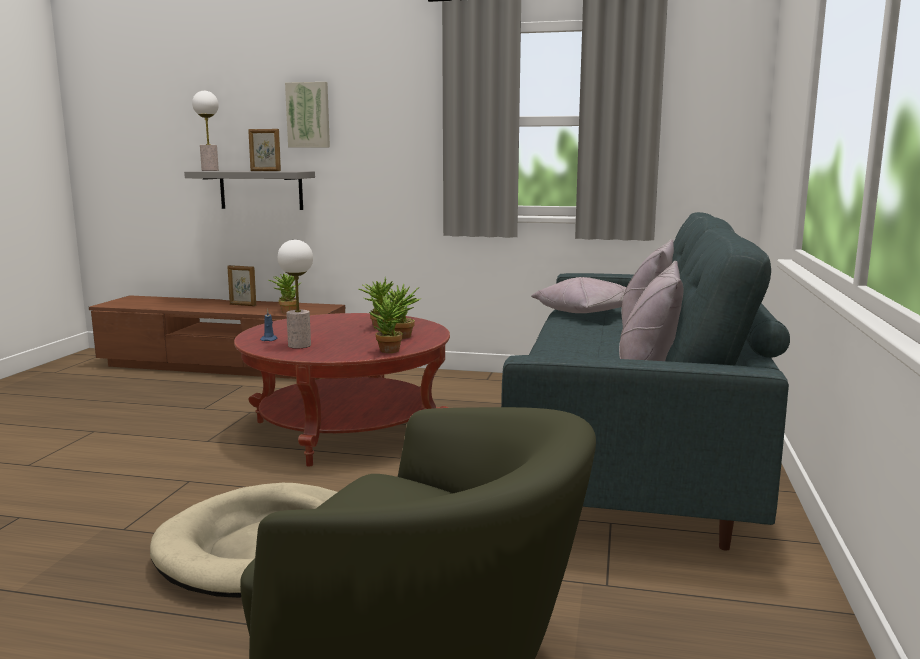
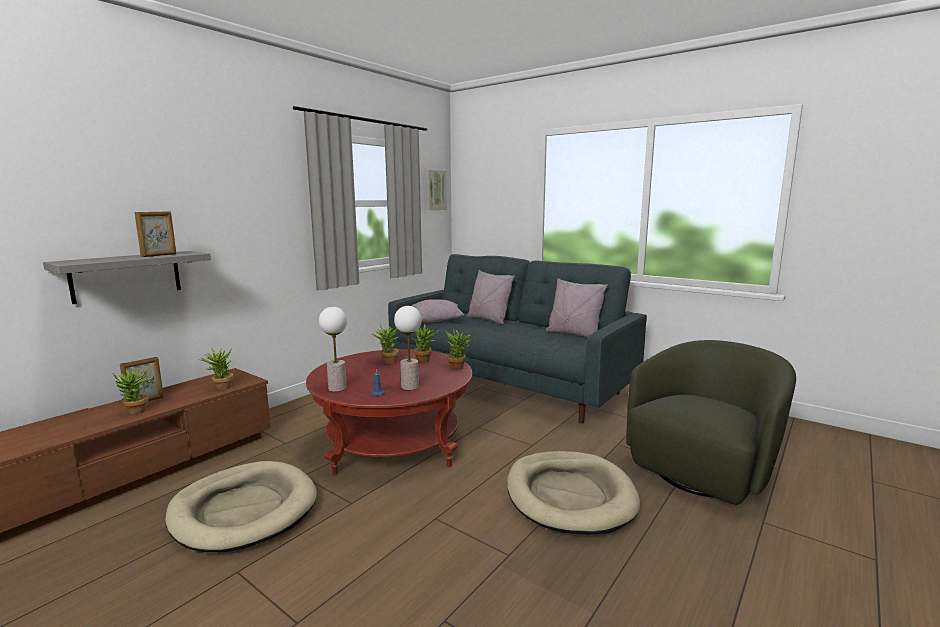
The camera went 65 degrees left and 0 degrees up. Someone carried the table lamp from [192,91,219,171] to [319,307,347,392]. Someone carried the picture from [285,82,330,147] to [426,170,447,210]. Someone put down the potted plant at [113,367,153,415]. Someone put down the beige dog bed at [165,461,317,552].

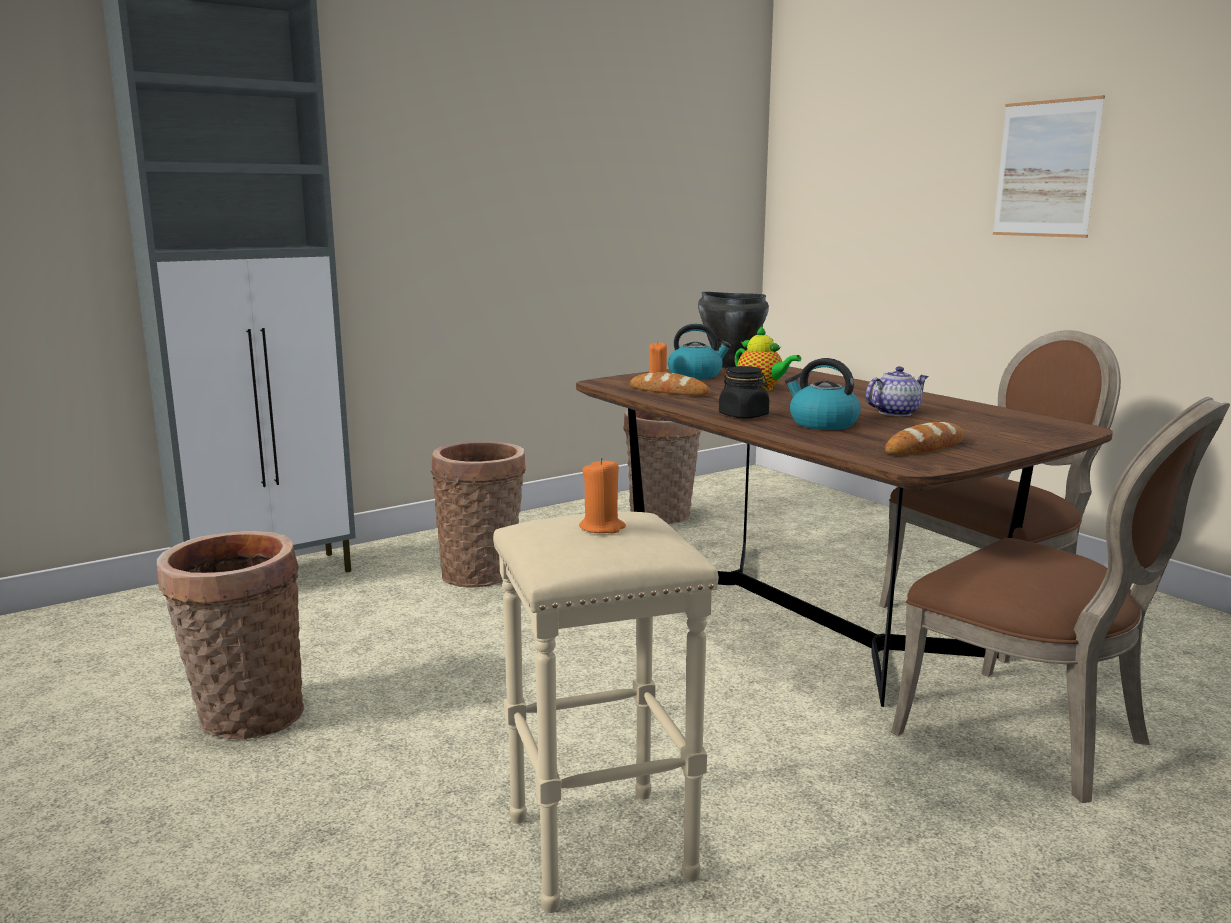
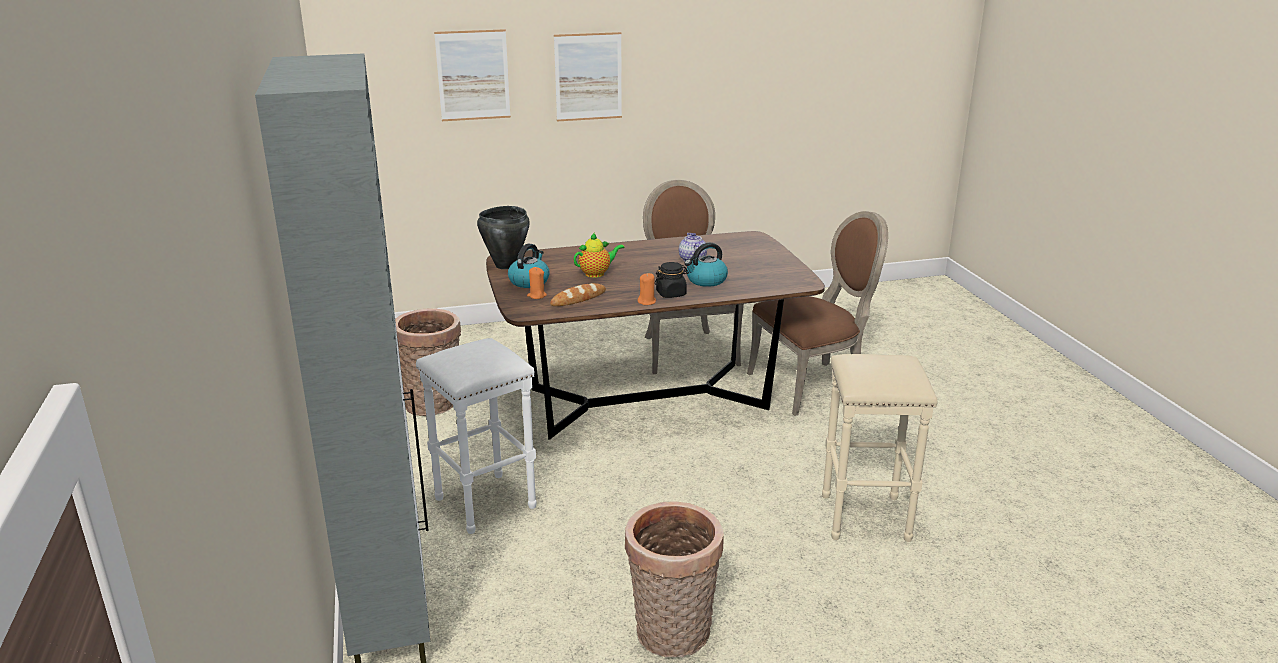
The camera went 70 degrees left and 10 degrees up. Someone swapped the basket at [431,441,526,587] for the white stool at [416,338,537,534]. Someone carried the orange candle from [579,458,626,533] to [637,273,656,305]. Someone took away the bread at [885,422,965,455]. Someone put up the picture at [434,29,511,121].

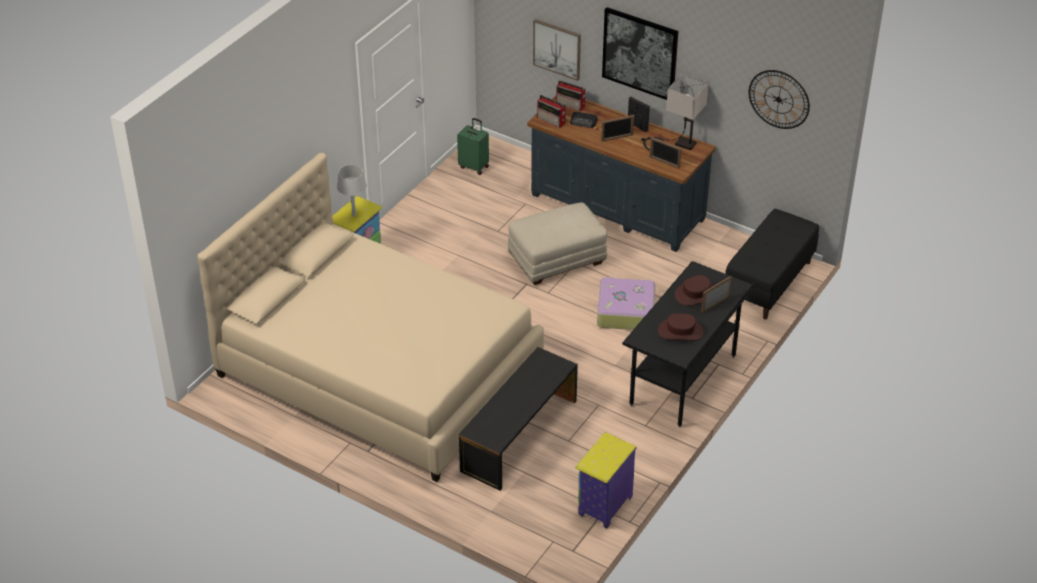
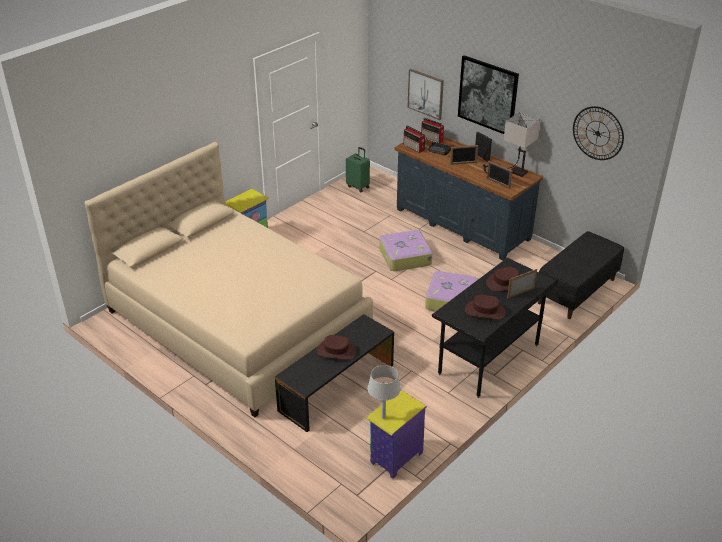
The camera went 10 degrees right and 5 degrees down. Someone carried the grey table lamp from [337,165,367,216] to [368,365,401,419]. Someone swapped the beige ottoman at [508,202,607,285] for the suitcase at [379,230,433,271]. Someone put down the brown hat at [317,335,357,360].

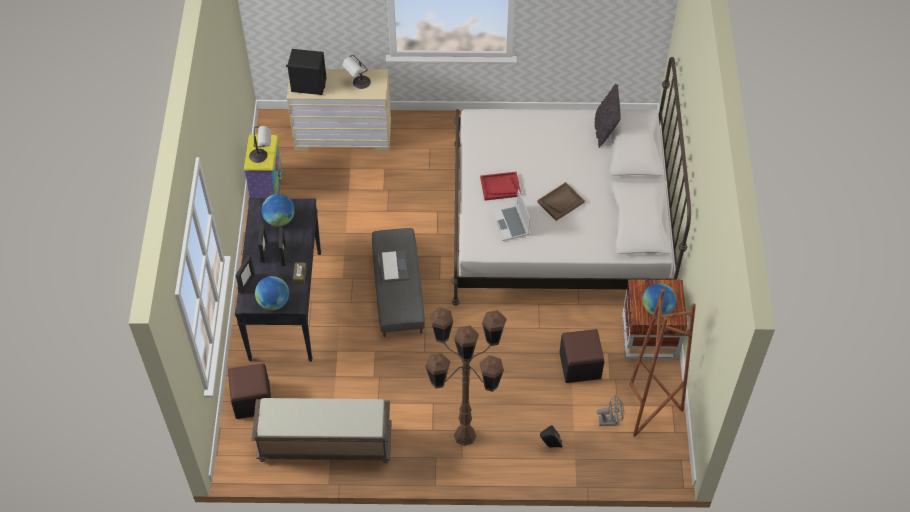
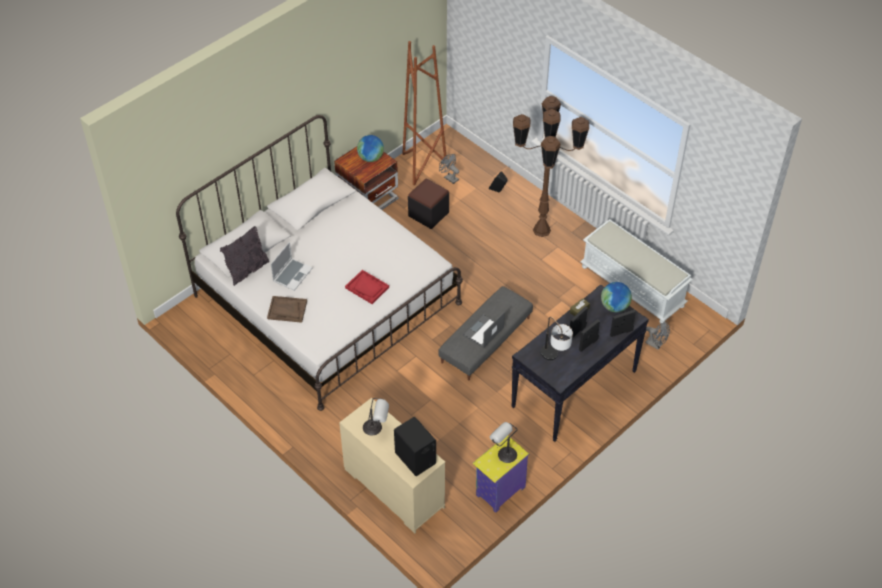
The camera went 135 degrees left and 5 degrees down. Someone swapped the black ottoman at [228,363,271,419] for the grey fan at [645,322,670,350]. Someone repainted the brown bench at [252,398,392,463], which became the white bench at [580,219,693,324]. Someone swapped the globe at [262,194,295,227] for the table lamp at [541,317,573,360]. Someone carried the laptop from [491,189,530,241] to [271,242,313,291]. Someone carried the brown tray from [537,182,585,221] to [267,296,307,323].

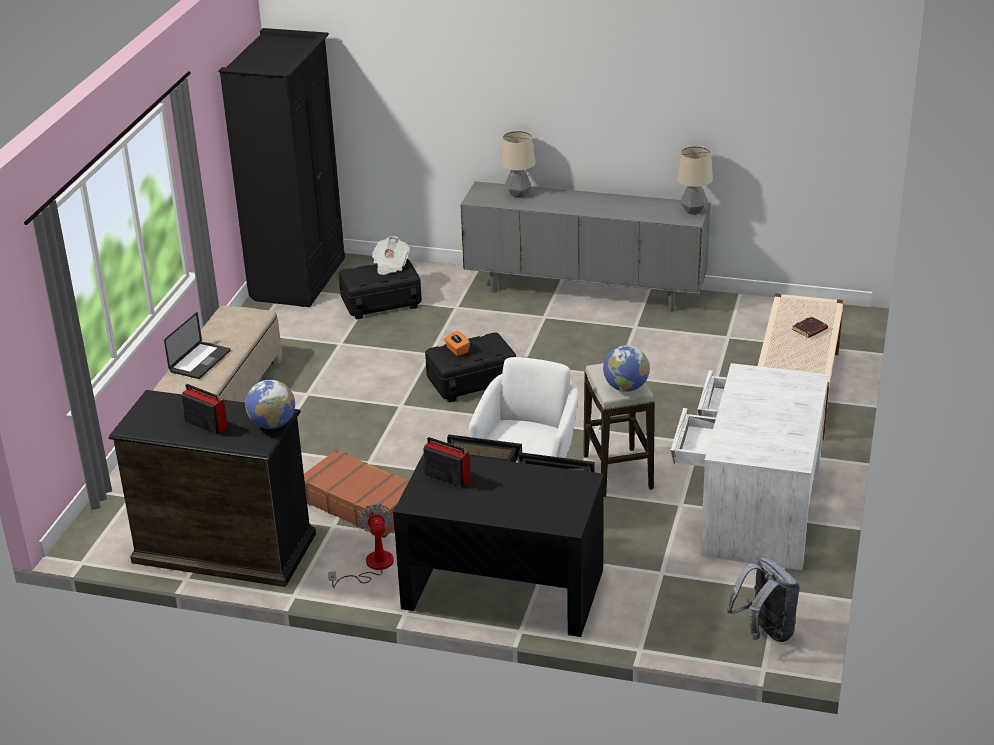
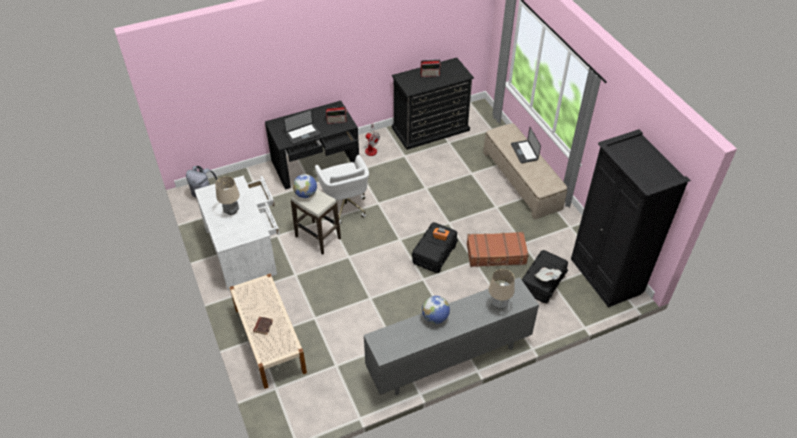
The camera went 140 degrees right and 15 degrees up. Someone carried the globe from [245,380,295,429] to [422,296,450,324]. Someone carried the brown suitcase from [304,449,409,538] to [467,232,529,267]. Someone carried the table lamp from [677,146,713,215] to [215,176,240,215]. Someone put down the laptop at [283,109,321,144].

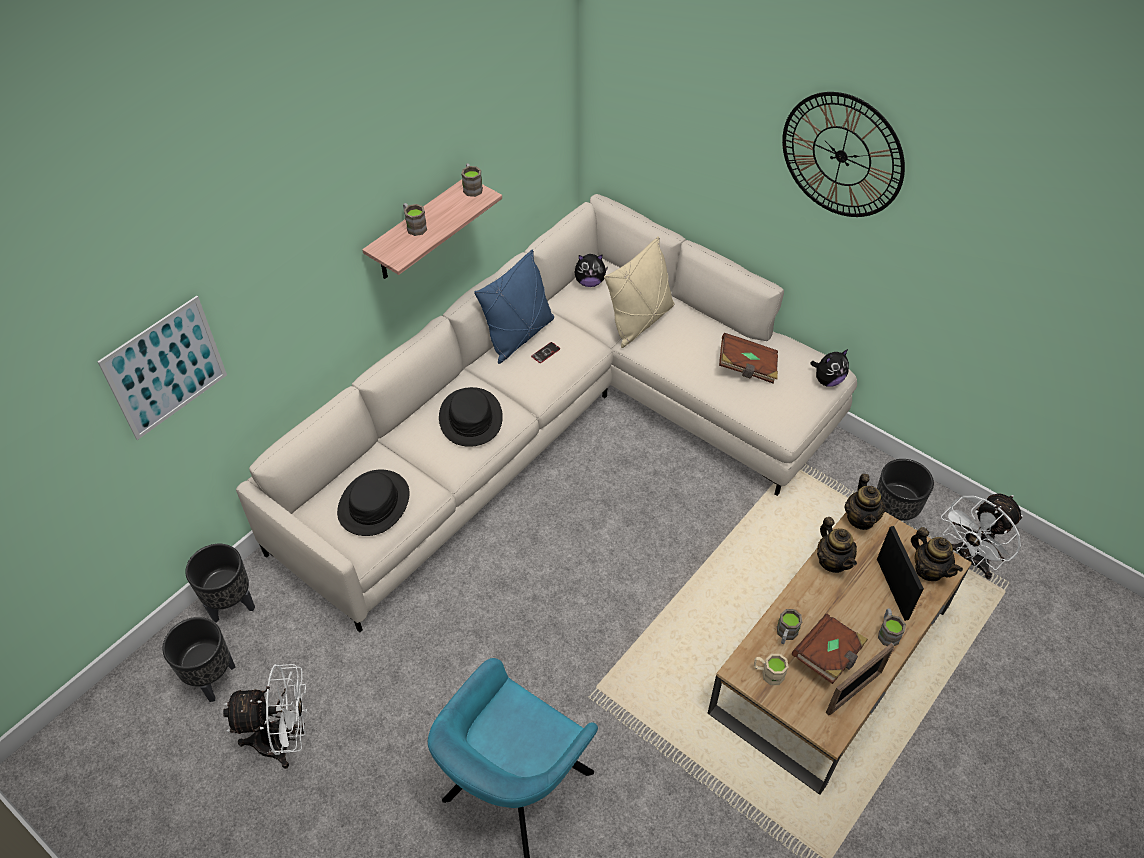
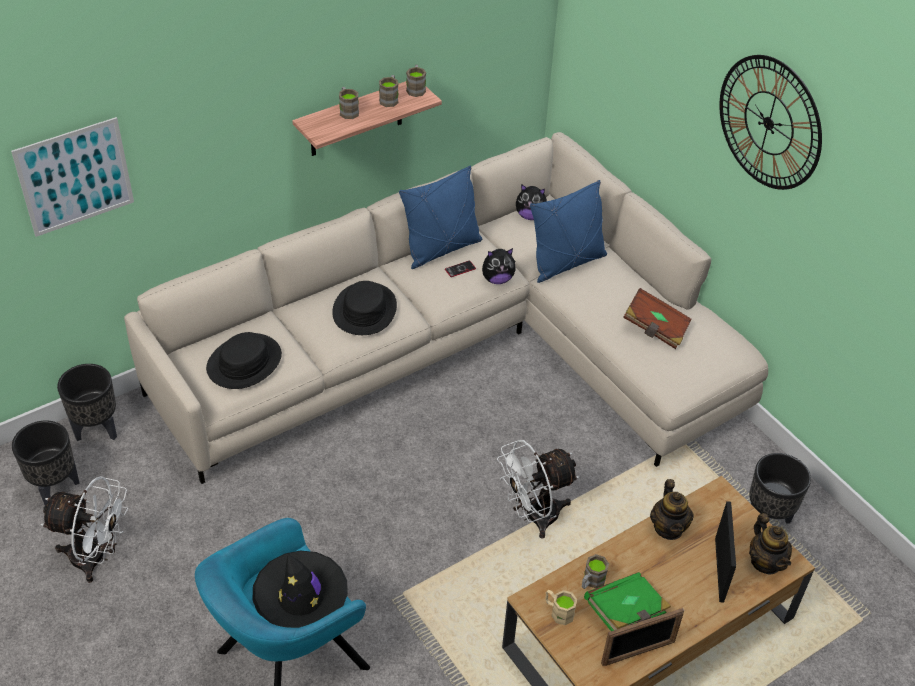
The camera went 15 degrees right and 5 degrees down. Someone repainted the beige pillow at [604,236,674,348], which became the blue pillow at [530,180,607,283]. Someone repainted the brown book at [792,614,868,684], which became the green book at [584,572,671,631]. Someone carried the plush toy from [810,349,849,387] to [482,248,515,284]. Someone took away the teapot at [844,474,886,530]. Someone carried the brown mug from [878,608,906,646] to [379,75,398,107]. Someone carried the white fan from [941,494,1023,579] to [497,440,579,538]. Someone put down the black hat at [253,551,348,628].

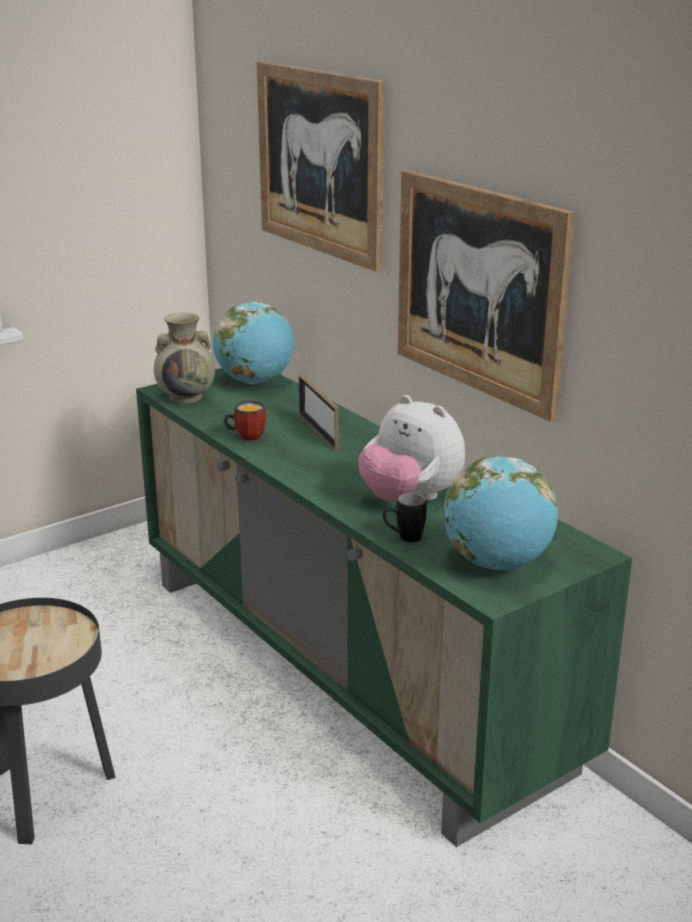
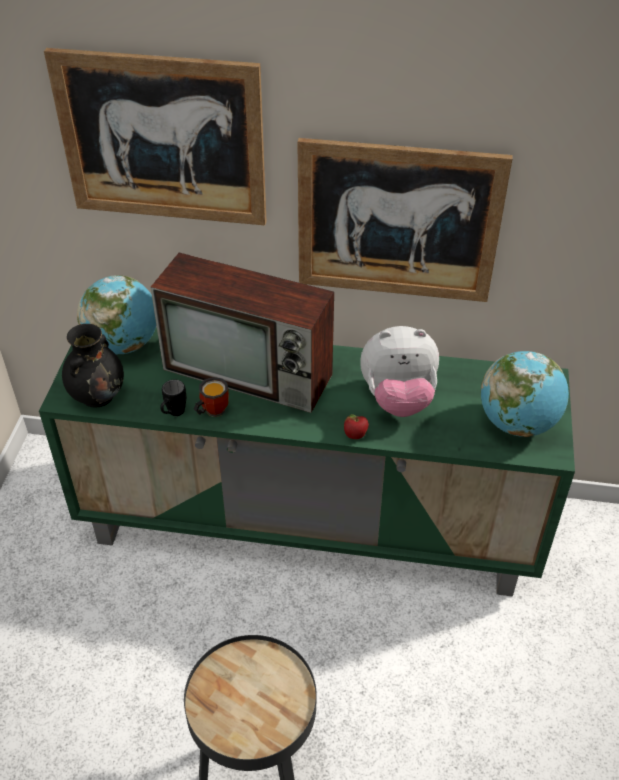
The camera went 45 degrees left and 20 degrees up. Someone repainted the beige vase at [154,313,215,404], which became the black vase at [62,324,124,407]. Someone swapped the picture frame at [299,375,339,451] for the television at [151,253,334,413]. Someone carried the black mug from [383,493,427,542] to [160,379,186,416]. Someone put down the apple at [344,414,369,439].

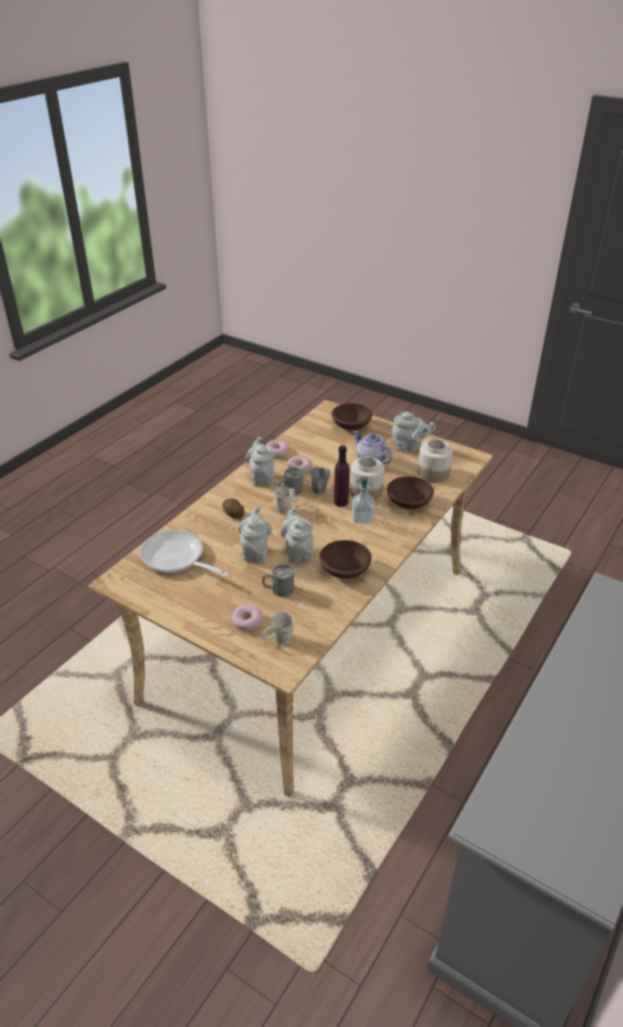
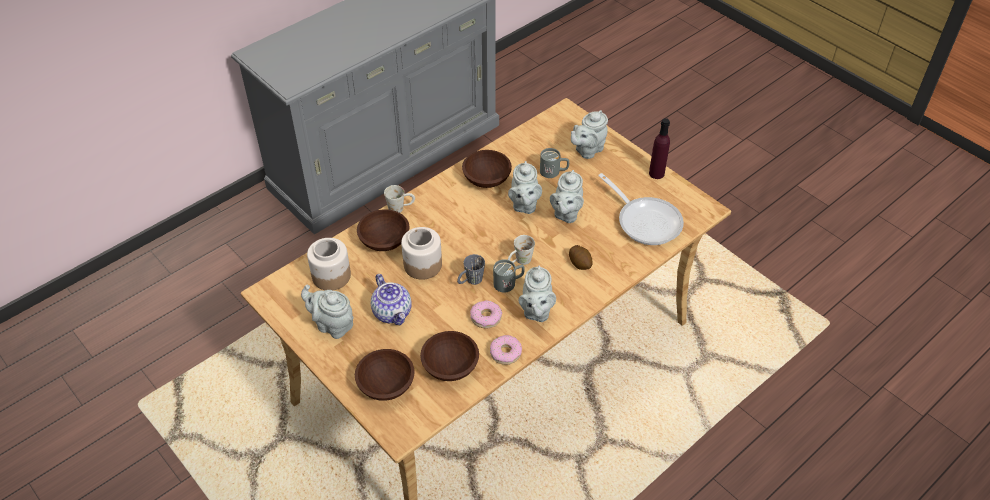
The camera went 165 degrees left and 10 degrees up. Someone swapped the donut at [231,604,263,631] for the grey teapot at [571,110,608,159]. Someone carried the white mug from [262,612,294,644] to [384,185,415,213]. Someone carried the purple bottle from [334,445,349,507] to [649,118,670,179]. Someone took away the soap dispenser at [352,477,375,524]. Someone put down the brown bowl at [420,331,479,381].

